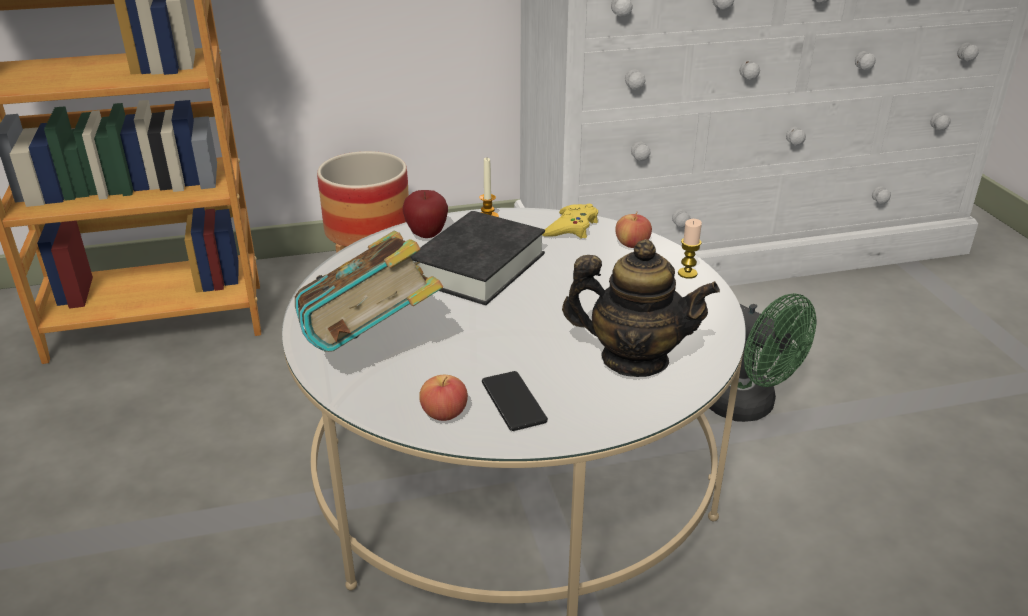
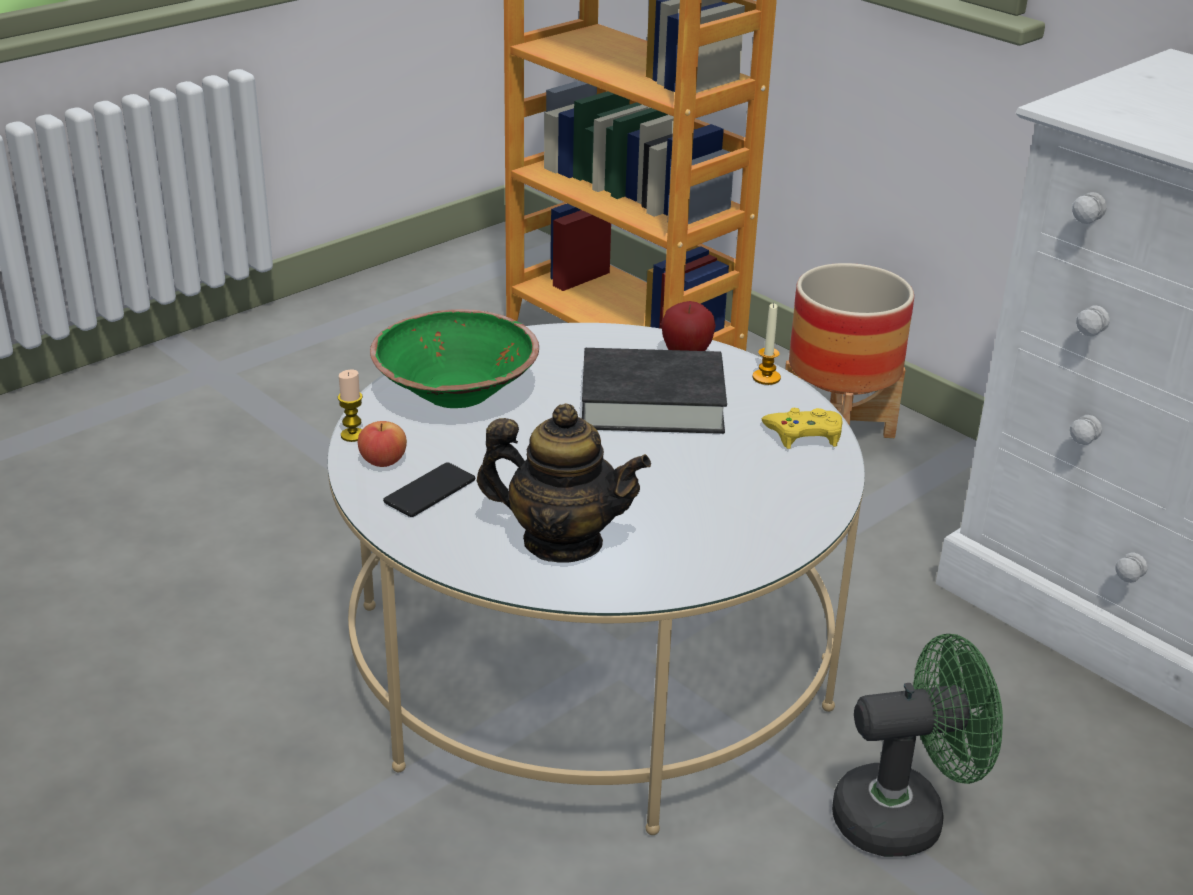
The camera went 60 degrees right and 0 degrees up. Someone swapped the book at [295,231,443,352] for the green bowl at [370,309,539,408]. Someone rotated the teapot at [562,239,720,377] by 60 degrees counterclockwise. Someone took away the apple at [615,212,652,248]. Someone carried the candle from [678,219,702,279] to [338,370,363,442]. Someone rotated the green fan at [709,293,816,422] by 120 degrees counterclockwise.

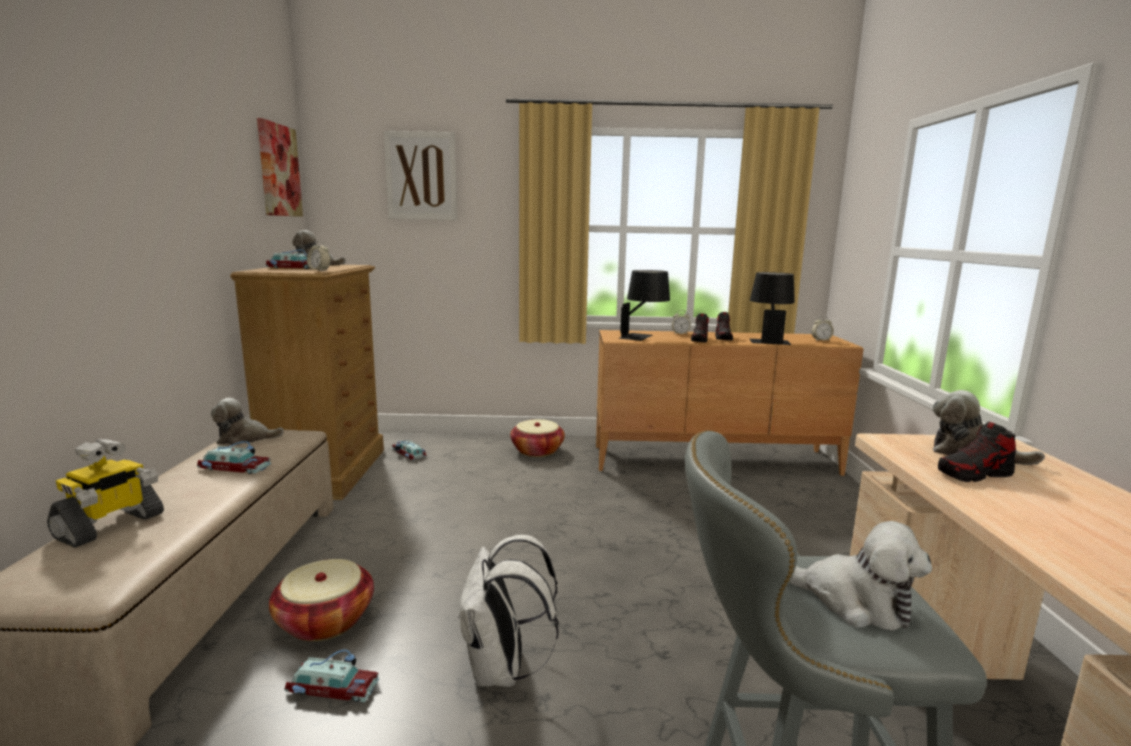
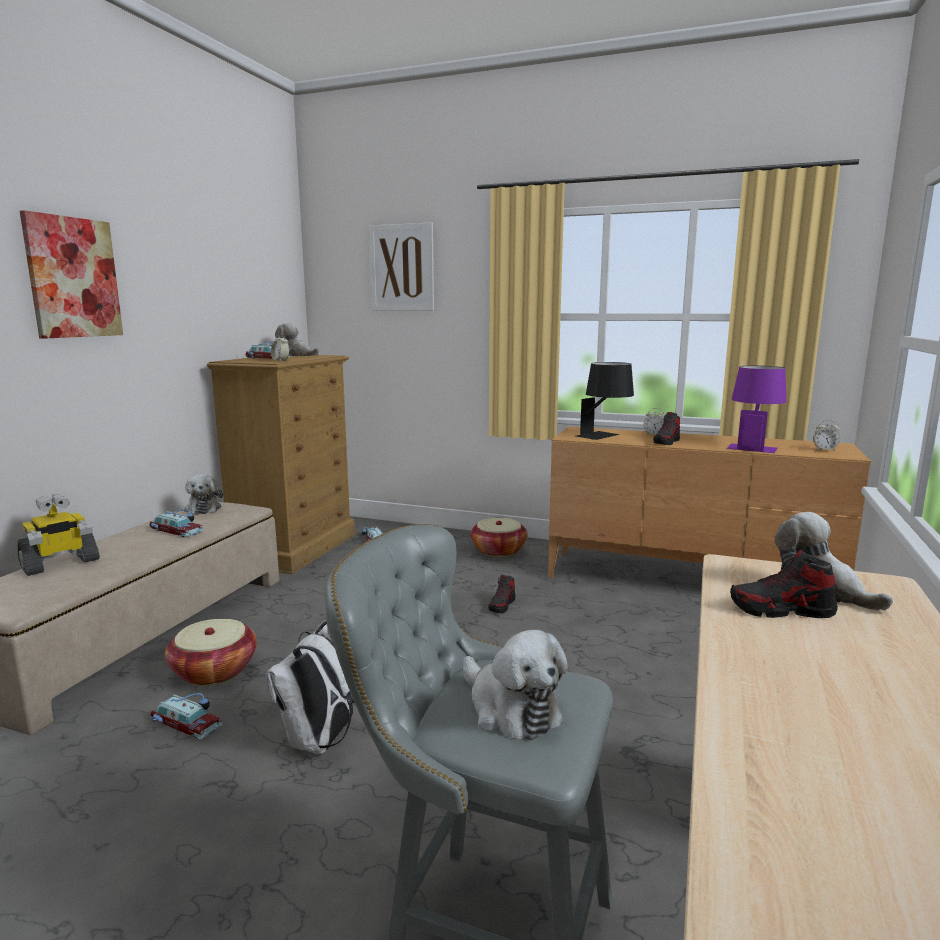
The camera went 20 degrees right and 0 degrees up. Someone rotated the plush toy at [211,398,284,445] by 120 degrees counterclockwise. Someone carried the picture from [257,118,303,217] to [20,210,123,339]. Someone carried the shoe from [715,312,733,340] to [488,575,515,614]. Someone repainted the black table lamp at [750,272,795,345], which became the purple table lamp at [727,366,786,453].

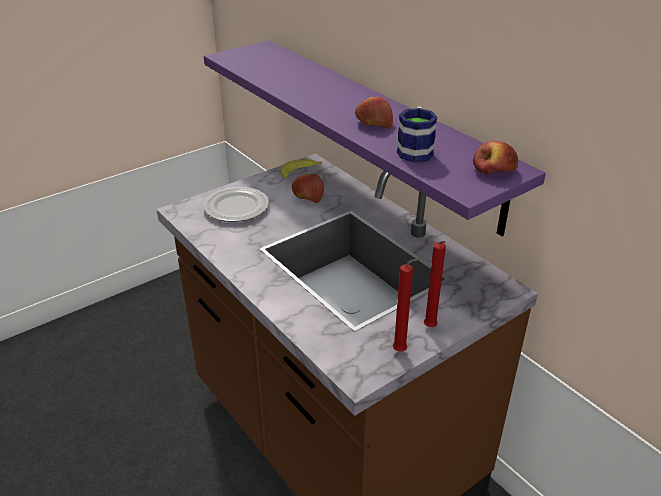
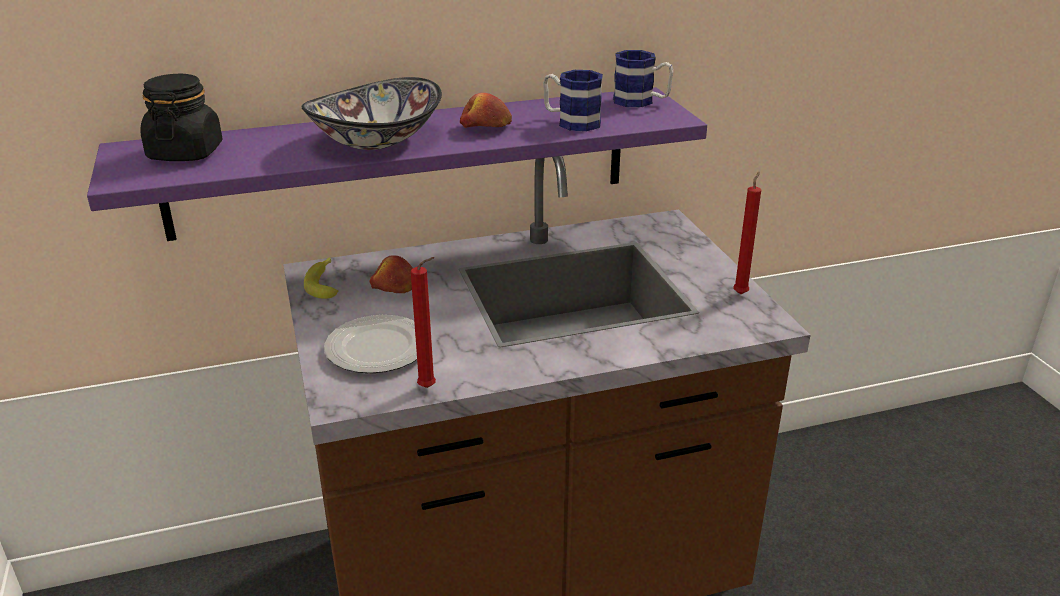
The camera went 70 degrees left and 5 degrees down. Someone carried the red candle from [424,241,446,327] to [411,257,436,388]. Someone swapped the apple at [473,141,518,174] for the mug at [613,50,674,107]. Someone put down the black jar at [140,74,223,161]. Someone put down the bowl at [301,77,442,150].

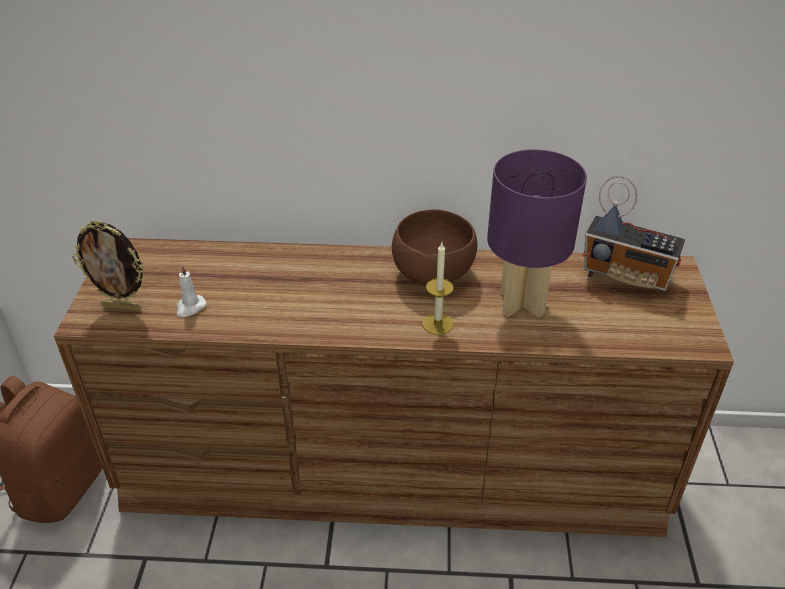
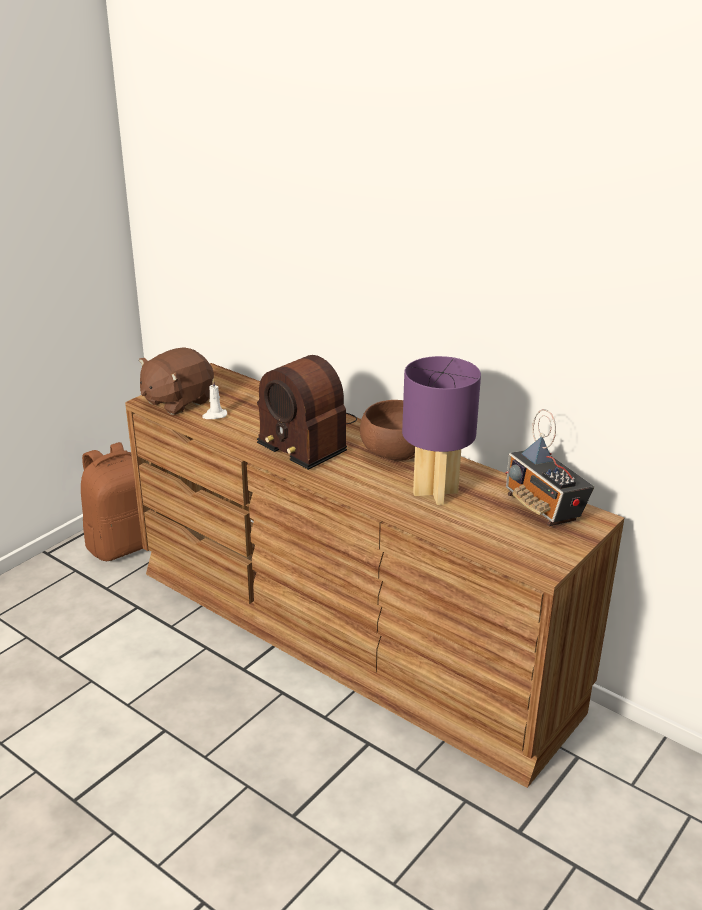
The camera went 35 degrees right and 10 degrees down. Someone swapped the picture frame at [73,220,144,311] for the brown plush toy at [139,347,214,415]. Someone took away the candle at [422,243,453,335]. Someone put down the radio at [257,355,357,470].

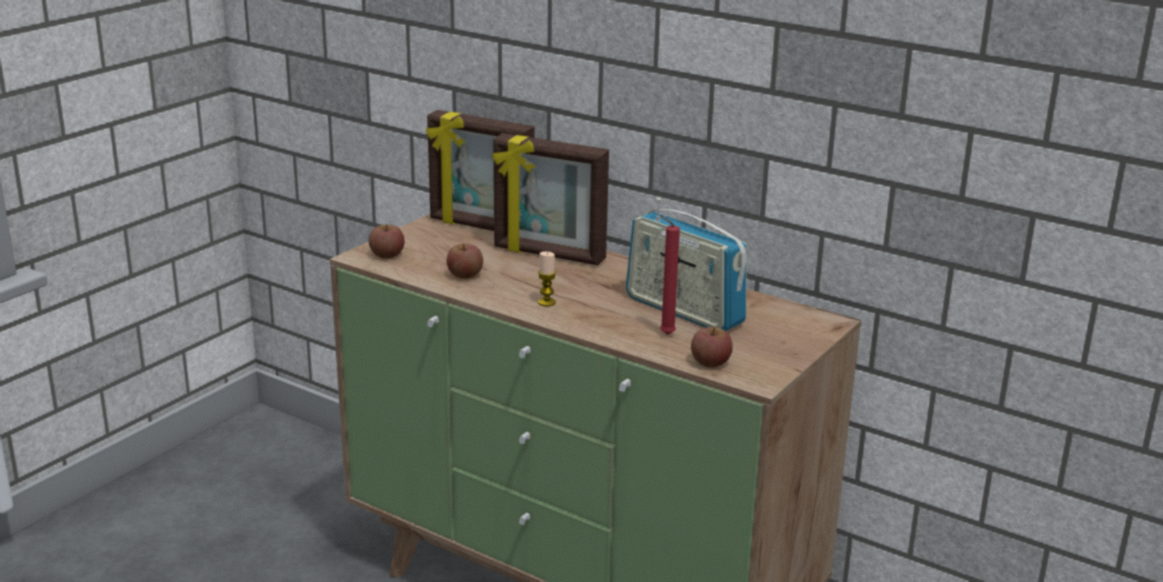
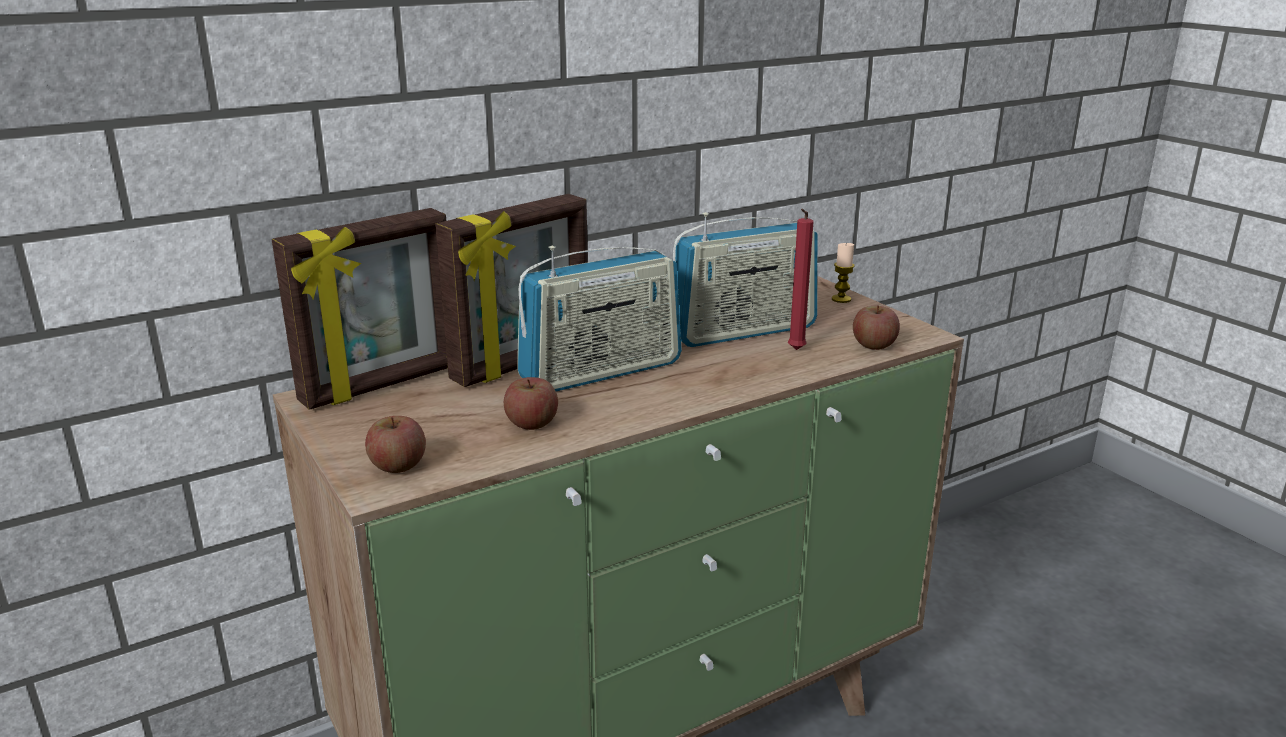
The camera went 65 degrees left and 0 degrees up. Someone carried the candle from [538,251,556,306] to [832,243,854,303]. Someone put down the radio at [517,246,682,391].

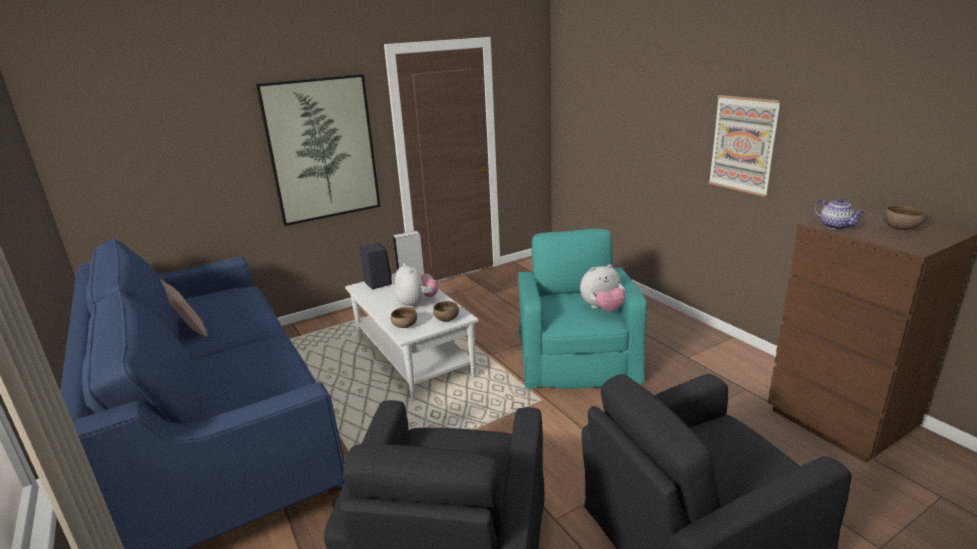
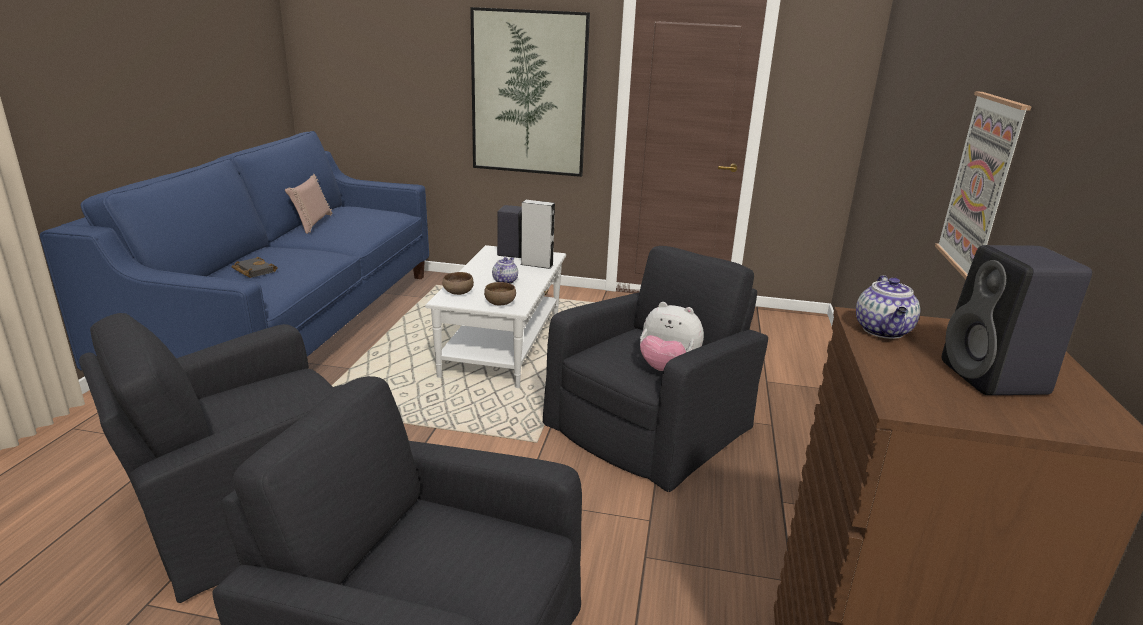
The camera went 40 degrees right and 0 degrees up. Someone swapped the plush toy at [395,263,438,308] for the teapot at [492,257,518,284]. Someone repainted the turquoise armchair at [518,229,647,389], which became the black armchair at [543,246,768,492]. Someone swapped the brown bowl at [883,205,925,230] for the black speaker at [941,245,1092,395]. Someone put down the black book at [232,257,278,278].

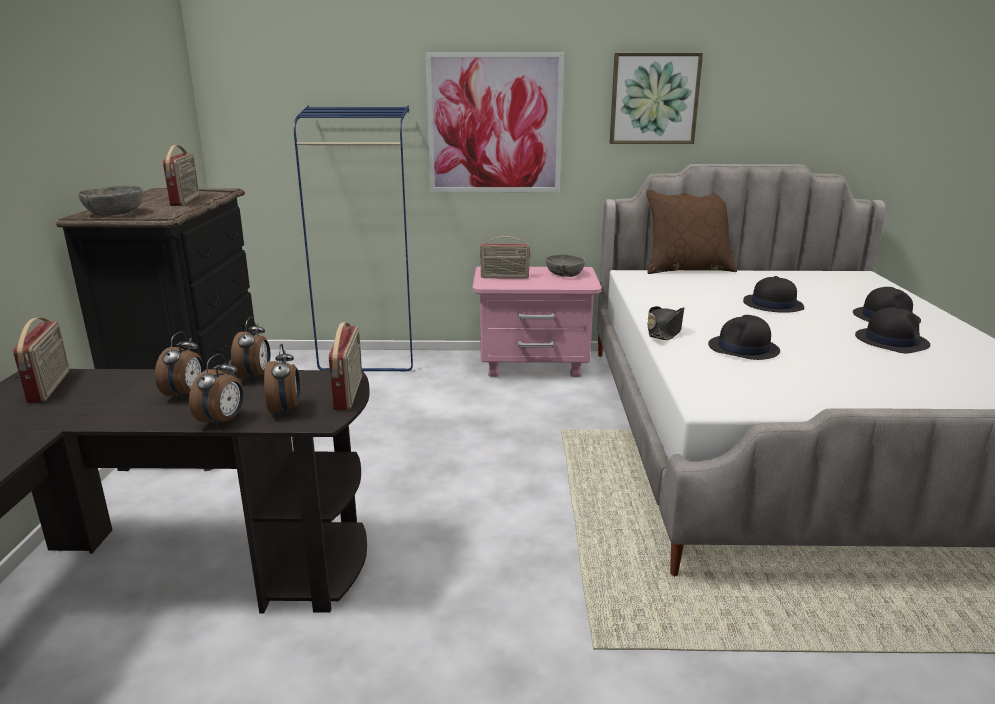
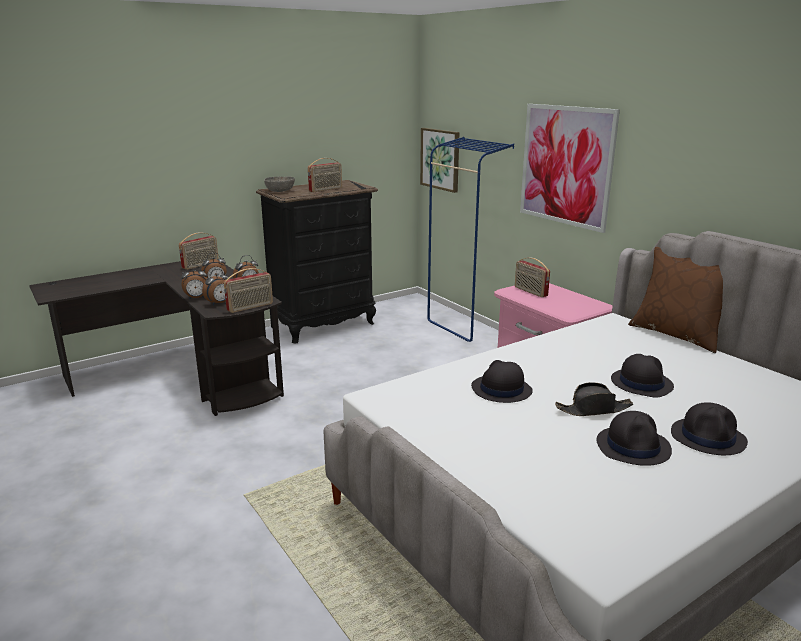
The camera went 55 degrees right and 0 degrees up. Someone took away the grey bowl at [546,254,585,277]. Someone carried the picture from [610,53,703,144] to [420,128,460,193]. Someone carried the black hat from [647,306,684,340] to [555,382,633,416].

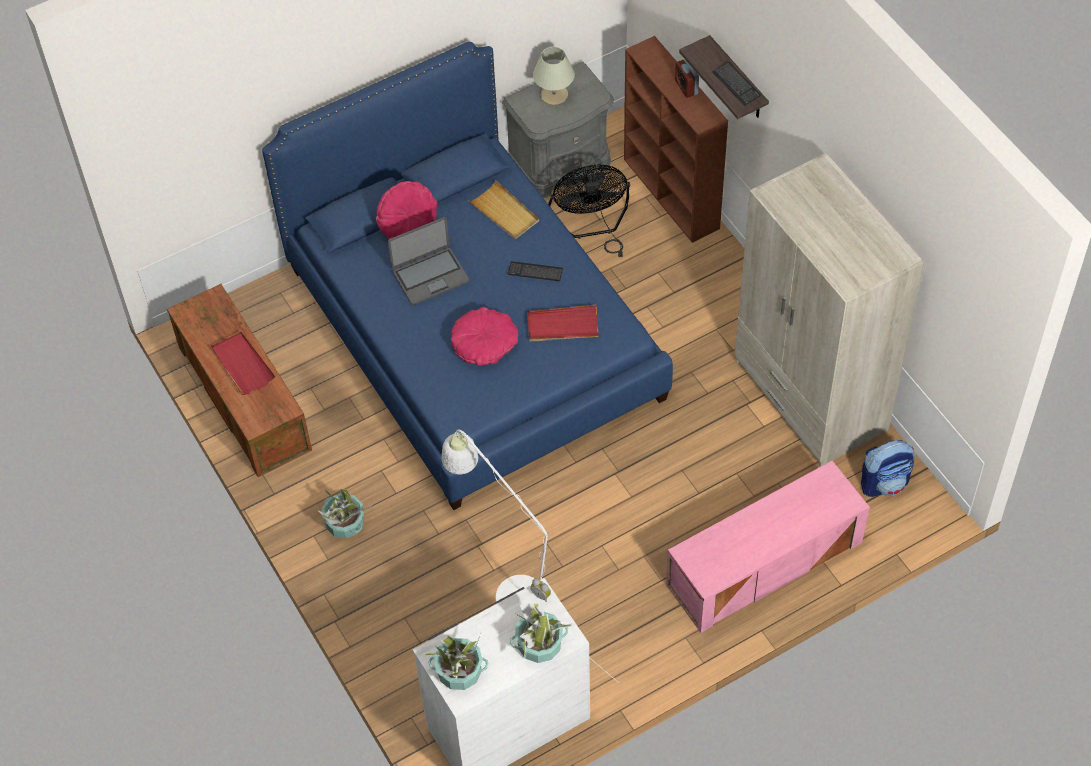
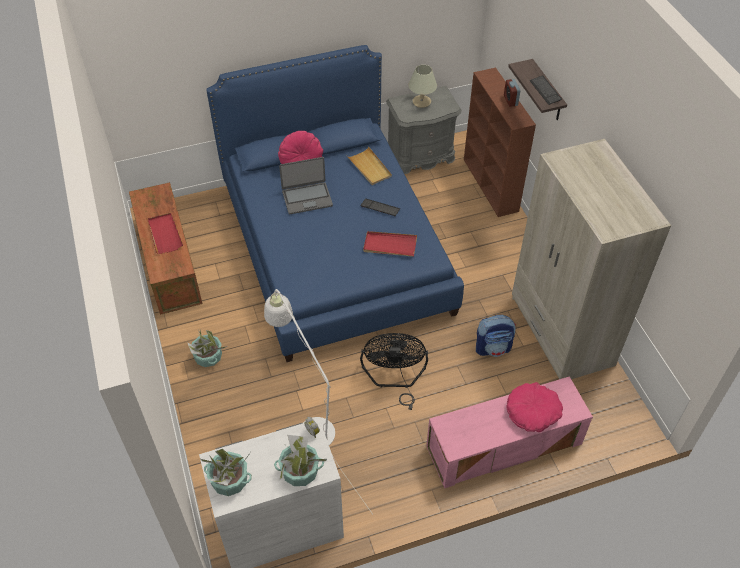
The camera went 10 degrees right and 5 degrees down. Someone carried the pink pillow from [451,307,518,366] to [507,382,563,432]. Someone carried the black fan from [548,165,630,257] to [360,333,428,410]. Someone carried the backpack from [861,440,914,497] to [476,315,516,357].

